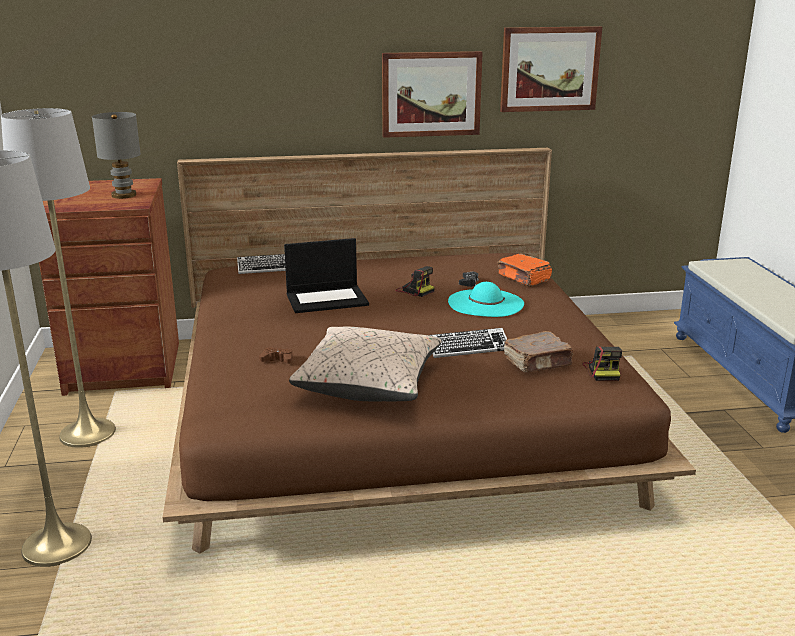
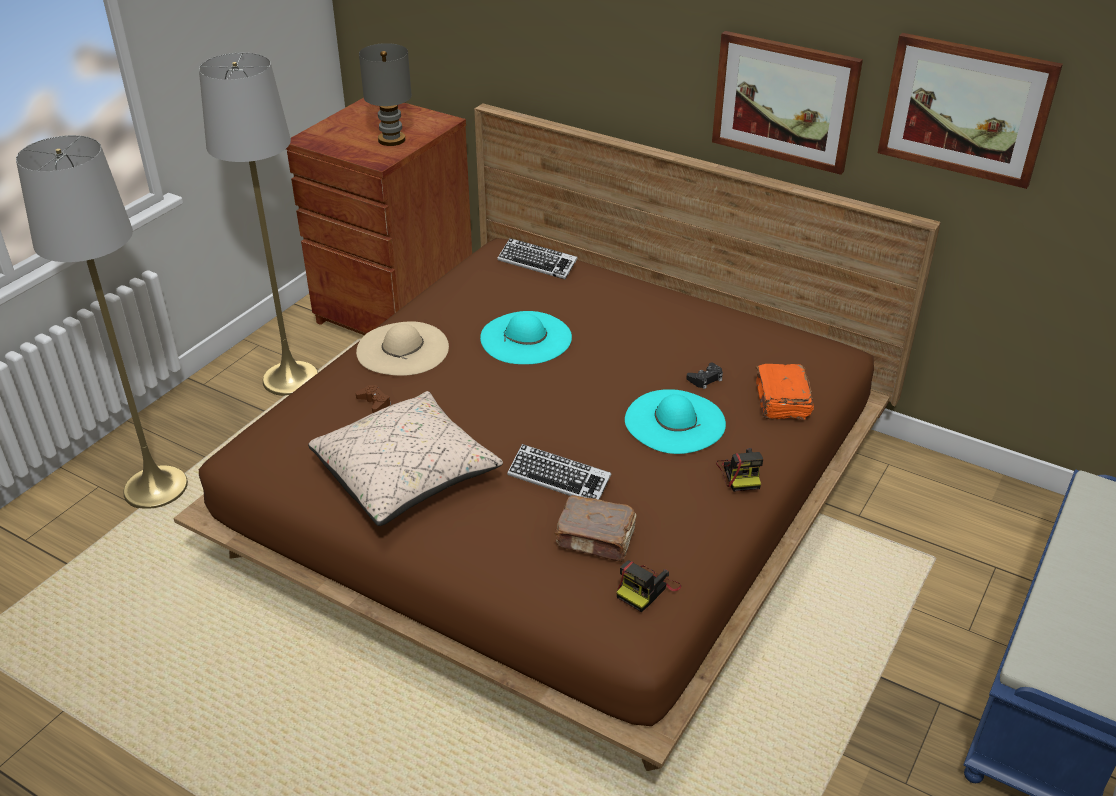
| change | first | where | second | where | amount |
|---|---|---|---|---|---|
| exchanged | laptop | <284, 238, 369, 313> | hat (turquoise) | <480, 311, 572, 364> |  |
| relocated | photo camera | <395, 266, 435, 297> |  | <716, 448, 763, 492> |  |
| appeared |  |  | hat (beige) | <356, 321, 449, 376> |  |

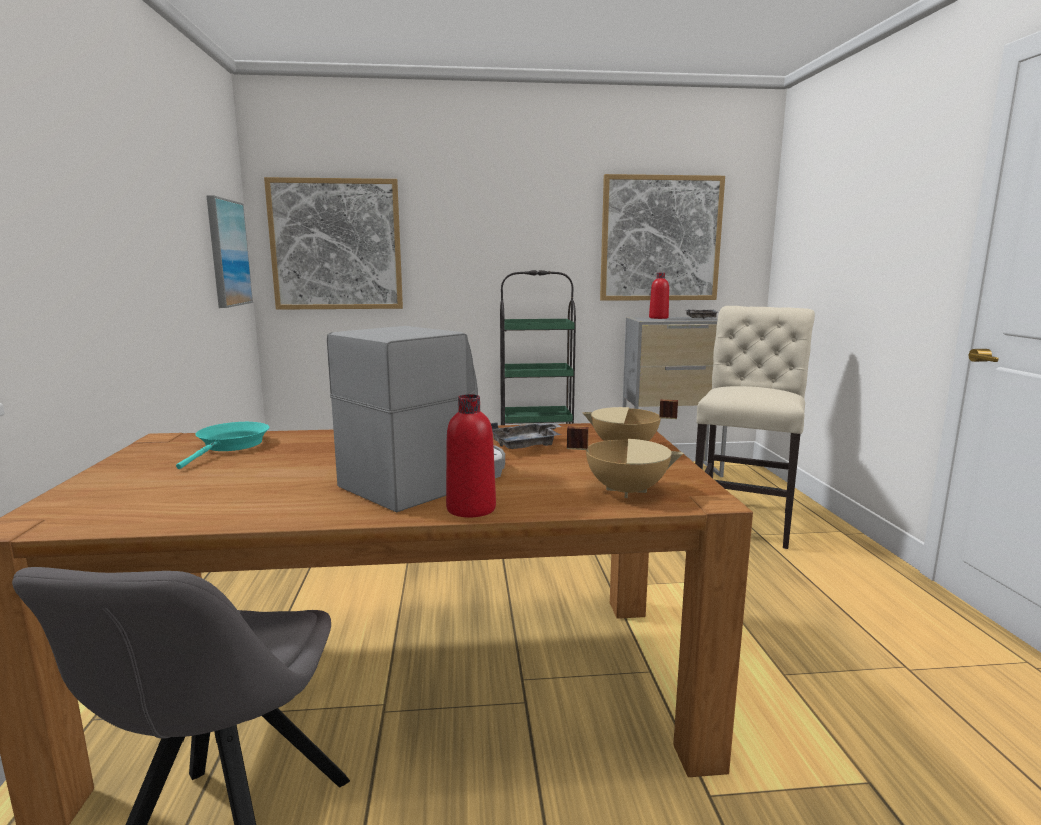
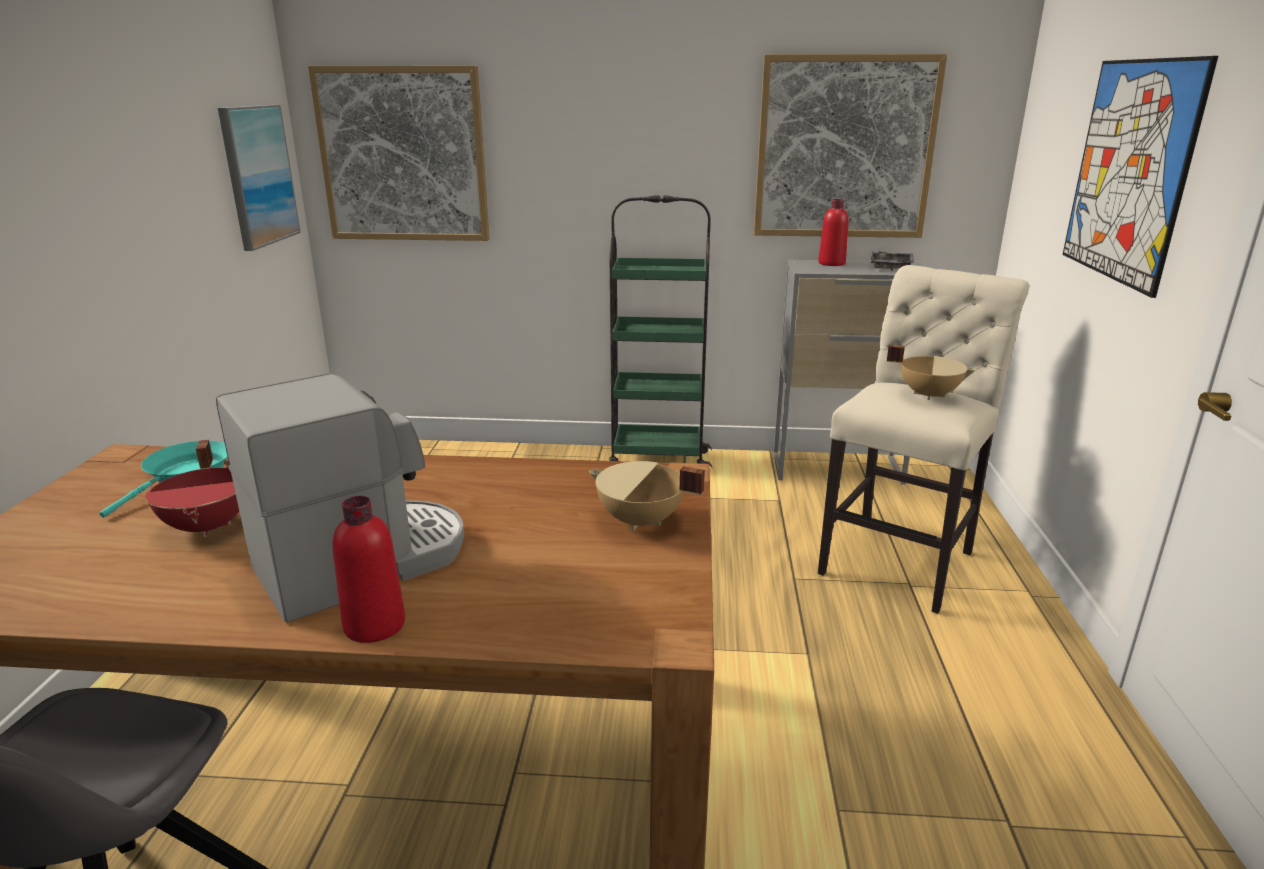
| change | first | where | second | where | amount |
|---|---|---|---|---|---|
| missing | tray (grey) | <491, 422, 562, 449> |  |  |  |
| relocated | cooking pot (beige) | <567, 426, 684, 498> |  | <887, 345, 976, 400> |  |
| appeared |  |  | picture | <1062, 56, 1218, 298> |  |
| appeared |  |  | cooking pot (red) | <145, 440, 239, 538> |  |

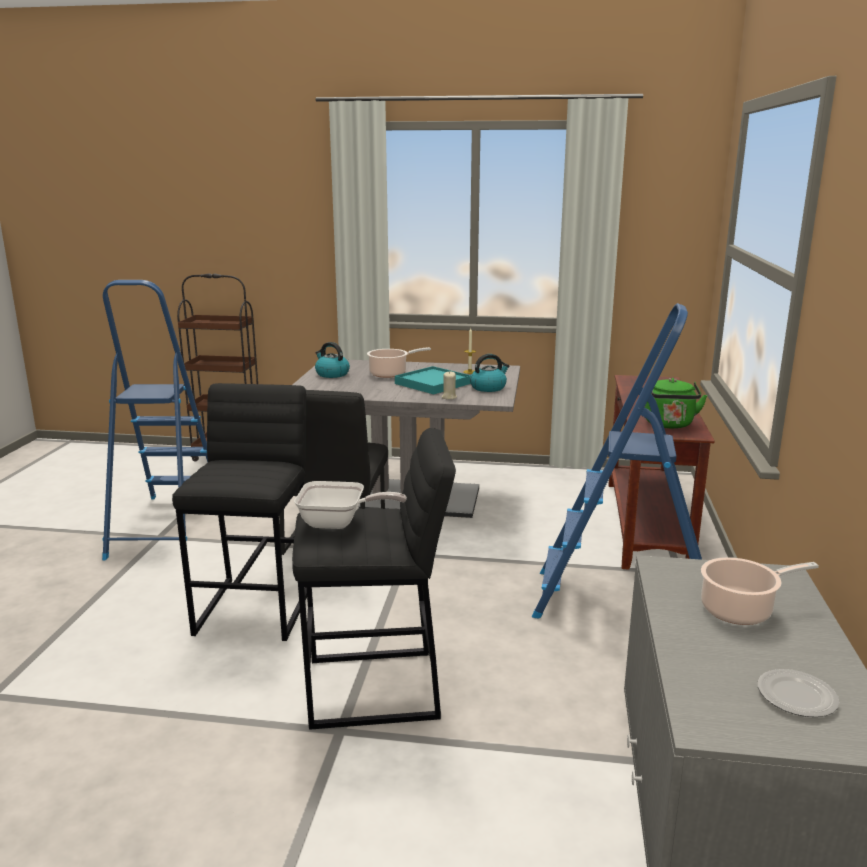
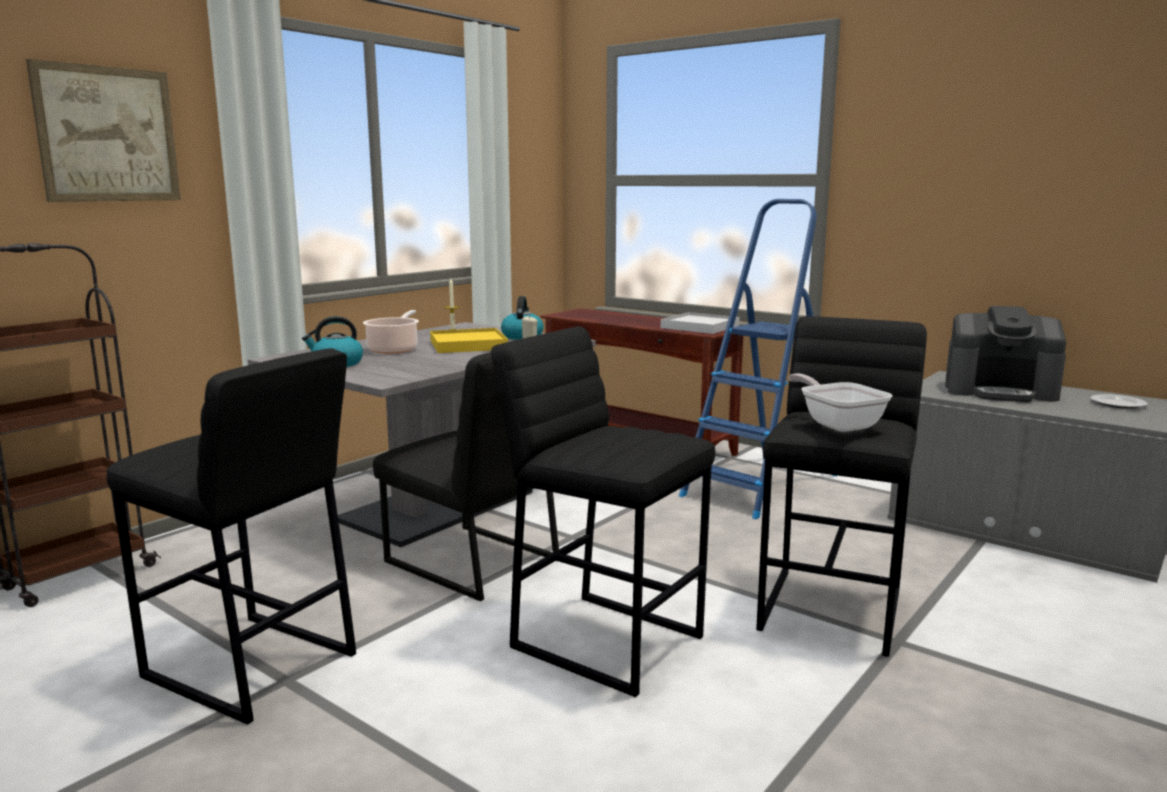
| change | first | where | second | where | amount |
|---|---|---|---|---|---|
| exchanged | step ladder (blue) | <102, 280, 208, 561> | stool (black) | <107, 348, 356, 725> |  |
| colour | tray (turquoise) | <395, 366, 471, 394> | tray (yellow) | <430, 328, 508, 353> |  |
| exchanged | kettle (green) | <645, 378, 707, 429> | tray (white) | <661, 312, 740, 334> |  |
| spun | frying pan | <294, 481, 407, 529> |  | <788, 374, 893, 432> | 60 degrees counterclockwise |
| exchanged | cooking pot | <701, 557, 819, 625> | coffee machine | <945, 306, 1066, 402> |  |
| appeared |  |  | picture | <26, 59, 181, 202> |  |

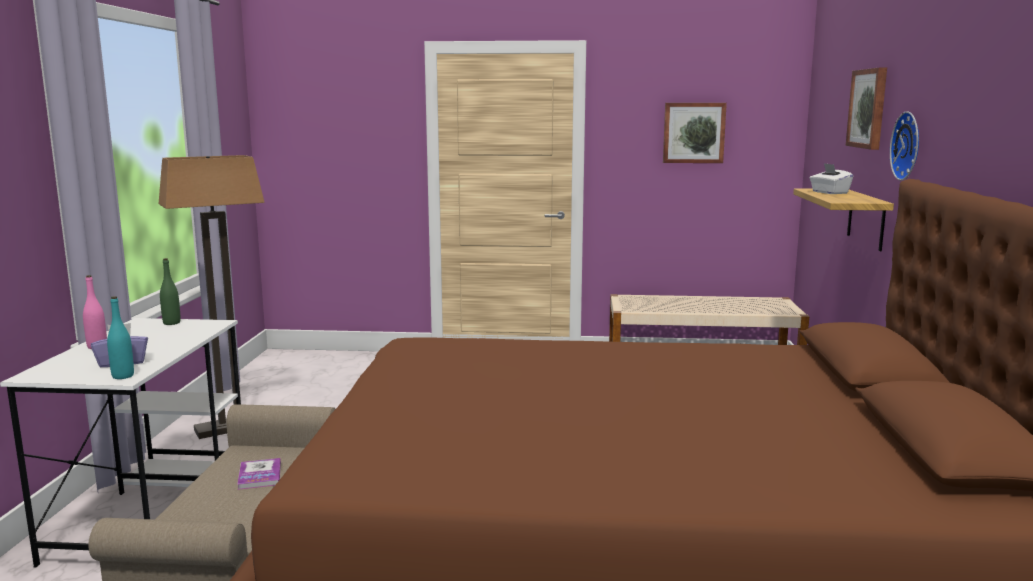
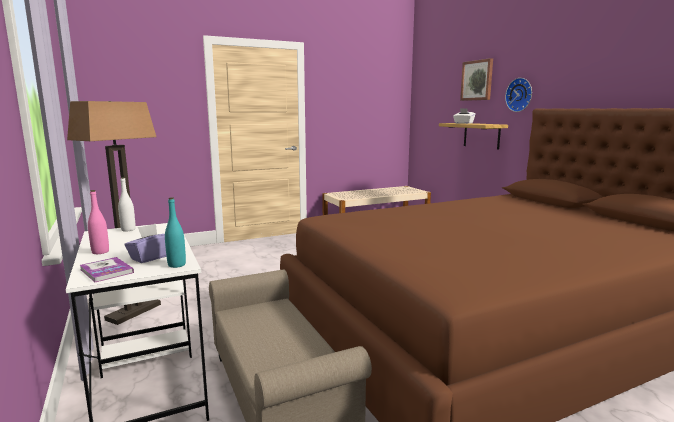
| change | first | where | second | where | amount |
|---|---|---|---|---|---|
| missing | picture | <663, 103, 727, 163> |  |  |  |
| colour | bottle (green) | <160, 258, 181, 325> | bottle (white) | <118, 177, 136, 232> |  |
| relocated | book | <237, 458, 281, 490> |  | <80, 257, 134, 282> |  |

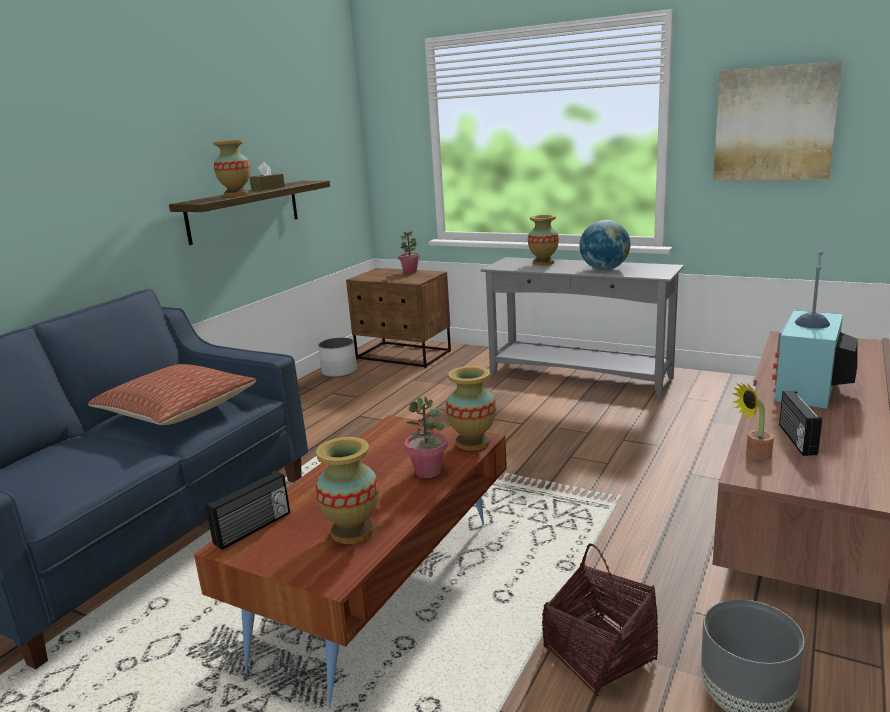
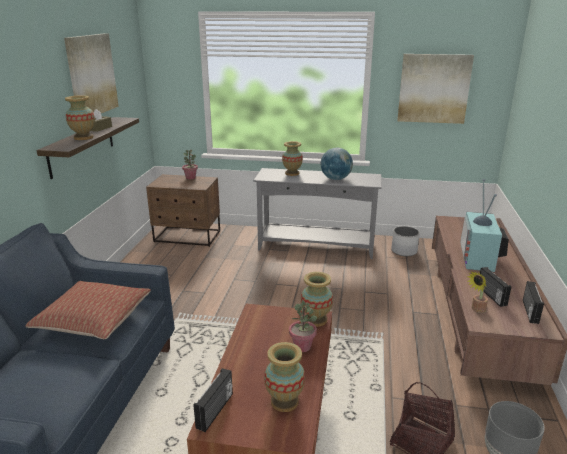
| change | first | where | second | where | amount |
|---|---|---|---|---|---|
| relocated | planter (white) | <318, 338, 357, 378> |  | <391, 226, 420, 256> |  |
| appeared |  |  | picture | <64, 33, 119, 113> |  |
| appeared |  |  | radio | <523, 281, 544, 324> |  |

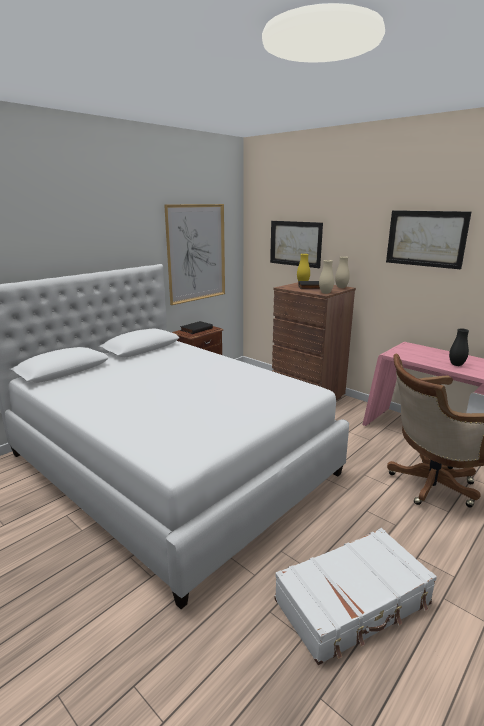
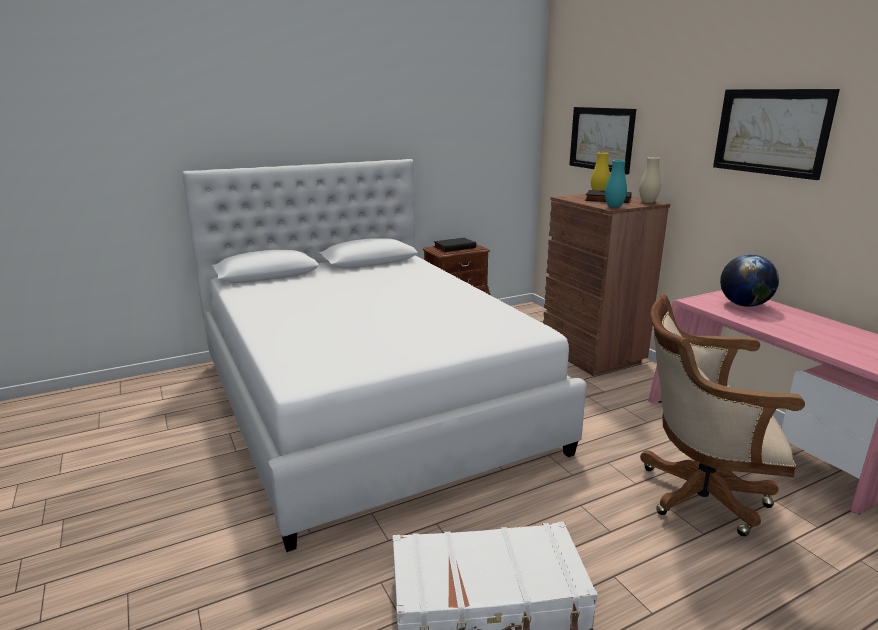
| change | first | where | second | where | amount |
|---|---|---|---|---|---|
| missing | picture | <164, 204, 225, 305> |  |  |  |
| colour | vase (beige) | <319, 260, 334, 294> | vase (turquoise) | <605, 160, 627, 208> |  |
| missing | vase (black) | <449, 329, 469, 366> |  |  |  |
| appeared |  |  | globe | <720, 254, 779, 307> |  |

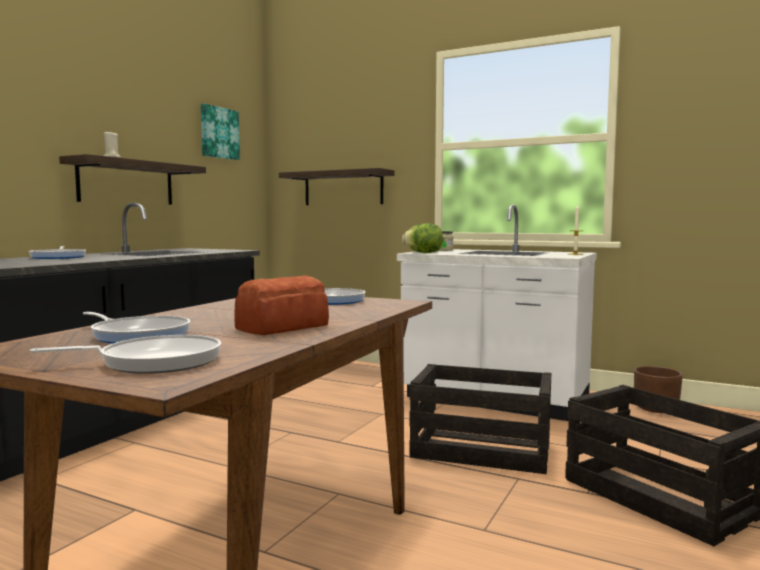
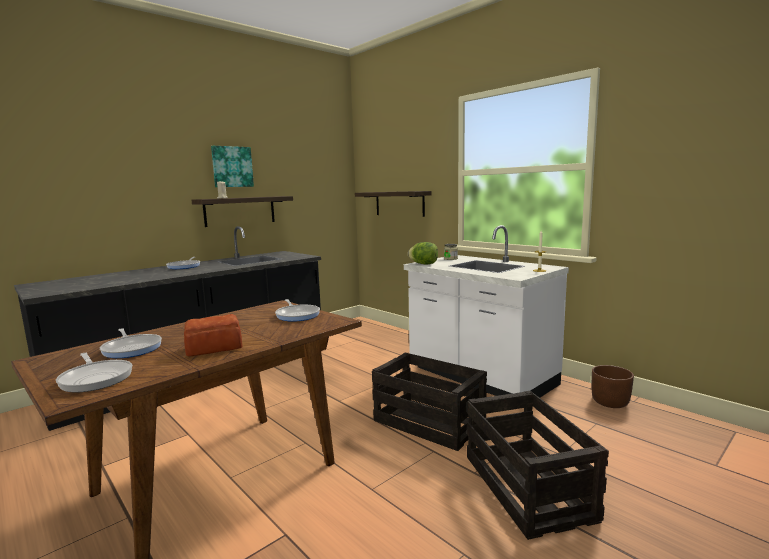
| change | first | where | second | where | amount |
|---|---|---|---|---|---|
| relocated | picture | <201, 103, 240, 160> |  | <211, 146, 254, 187> |  |
| spun | frying pan | <30, 335, 221, 374> |  | <56, 353, 132, 393> | 45 degrees clockwise |

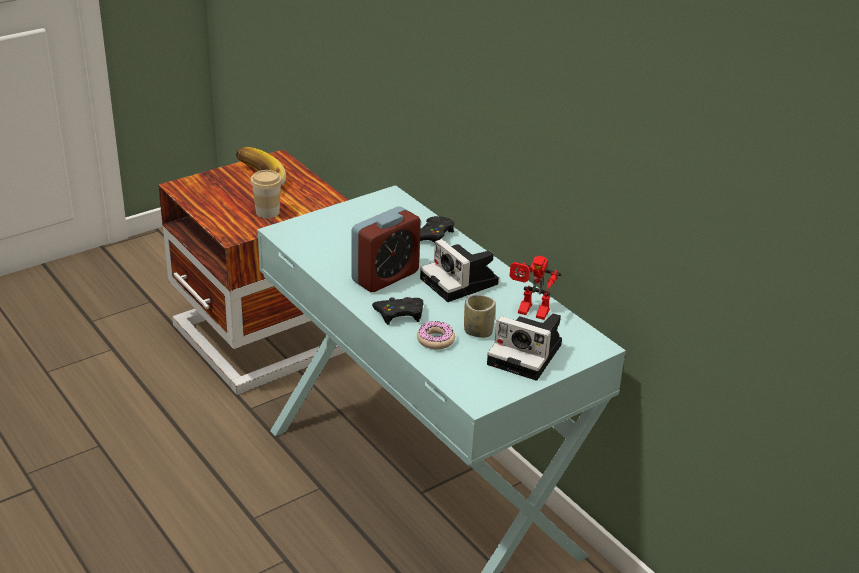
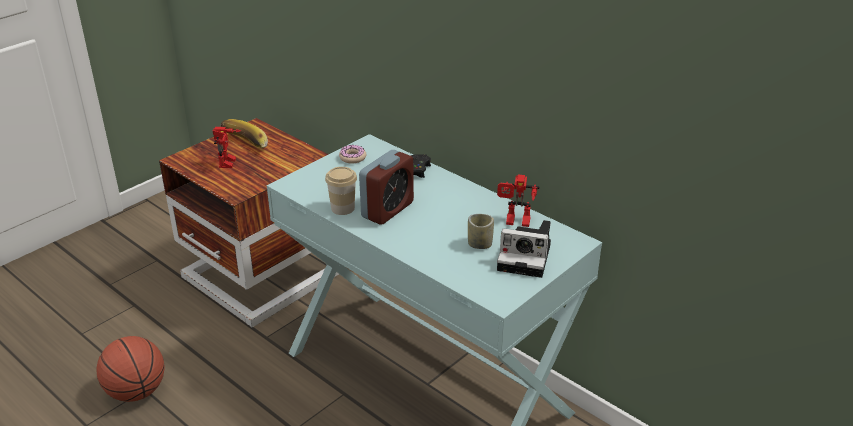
| change | first | where | second | where | amount |
|---|---|---|---|---|---|
| relocated | cup | <250, 170, 282, 218> |  | <325, 167, 357, 215> |  |
| missing | photo camera | <420, 239, 499, 302> |  |  |  |
| missing | game controller (black) | <372, 297, 423, 325> |  |  |  |
| relocated | donut | <417, 321, 455, 349> |  | <339, 145, 366, 164> |  |
| appeared |  |  | toy robot | <213, 127, 241, 168> |  |
| appeared |  |  | basketball | <96, 336, 165, 402> |  |

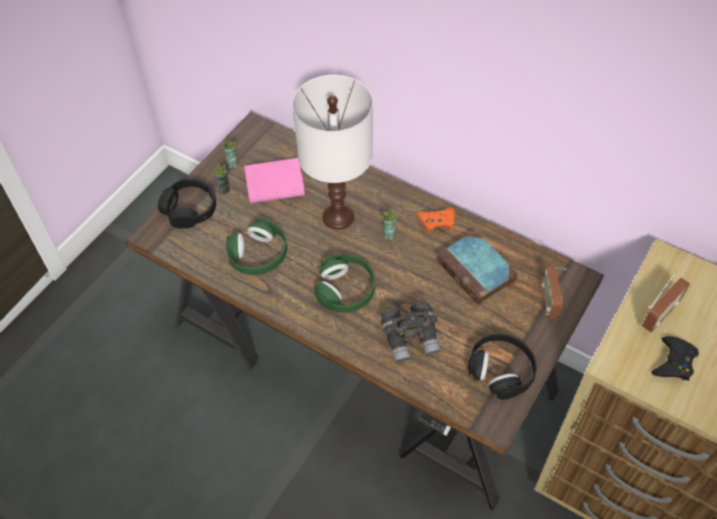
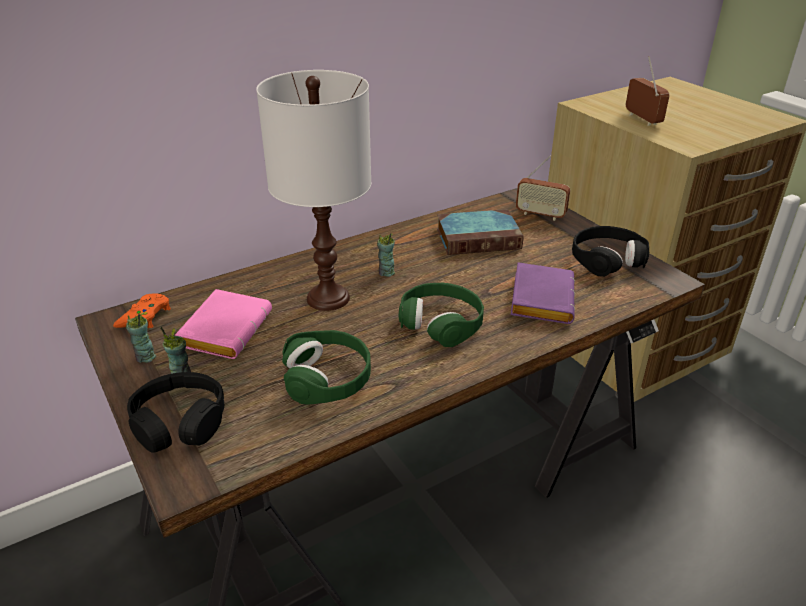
| change | first | where | second | where | amount |
|---|---|---|---|---|---|
| relocated | game controller (orange) | <416, 207, 455, 233> |  | <113, 294, 171, 328> |  |
| exchanged | binoculars (grey) | <381, 302, 440, 362> | book (purple) | <511, 262, 575, 324> |  |
| missing | game controller (black) | <651, 336, 699, 381> |  |  |  |

